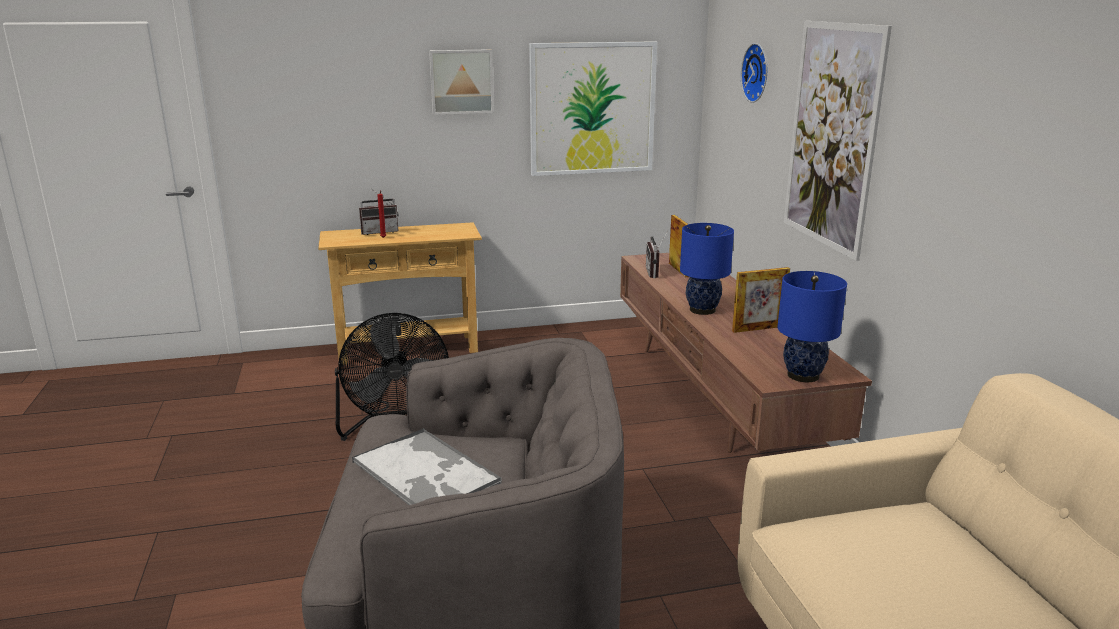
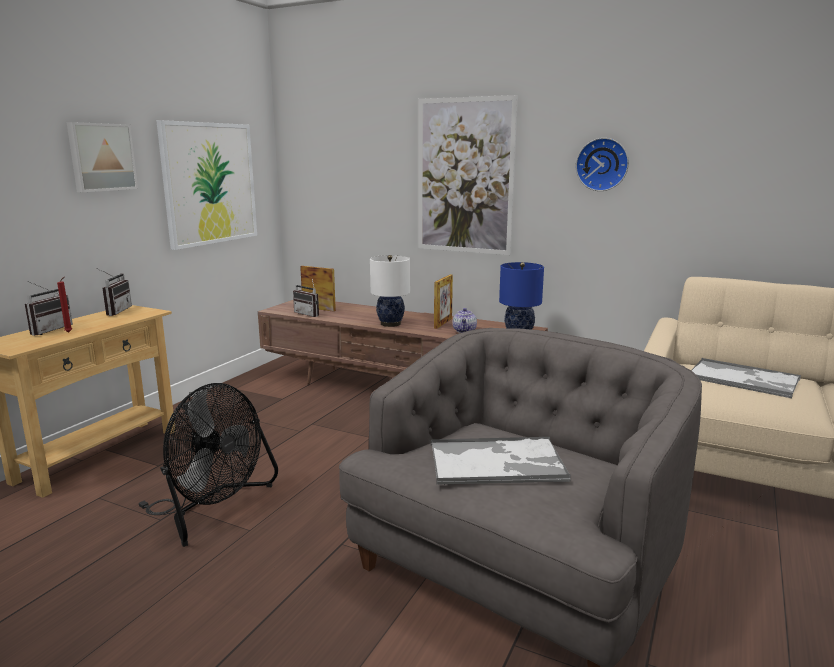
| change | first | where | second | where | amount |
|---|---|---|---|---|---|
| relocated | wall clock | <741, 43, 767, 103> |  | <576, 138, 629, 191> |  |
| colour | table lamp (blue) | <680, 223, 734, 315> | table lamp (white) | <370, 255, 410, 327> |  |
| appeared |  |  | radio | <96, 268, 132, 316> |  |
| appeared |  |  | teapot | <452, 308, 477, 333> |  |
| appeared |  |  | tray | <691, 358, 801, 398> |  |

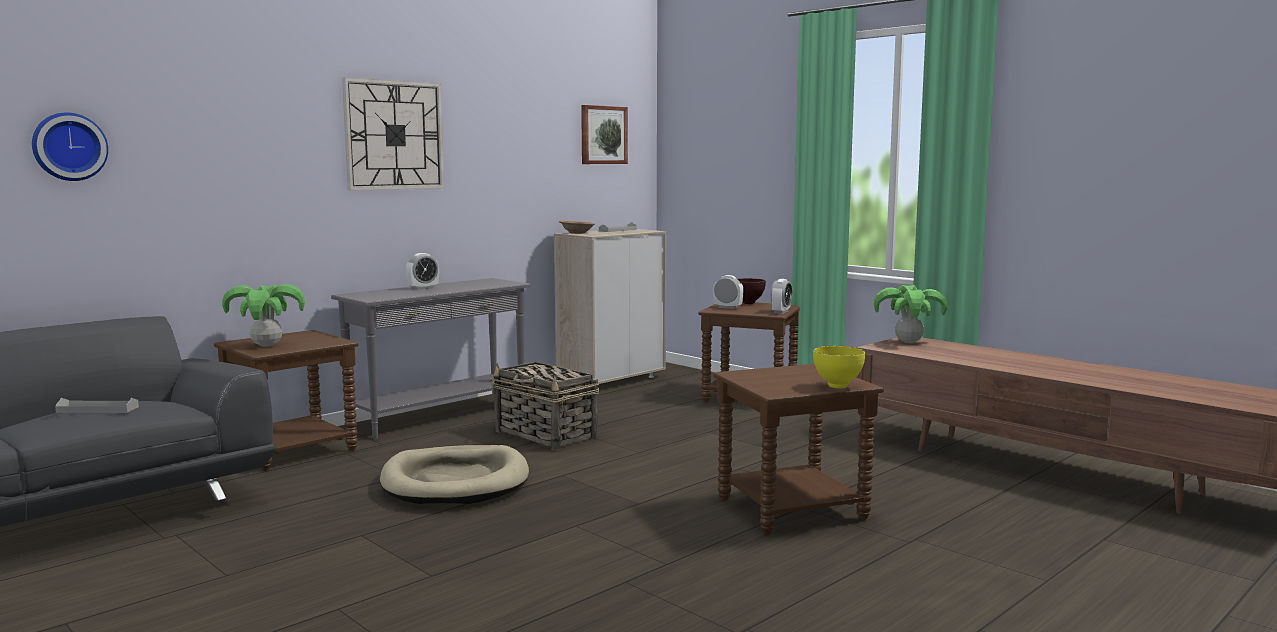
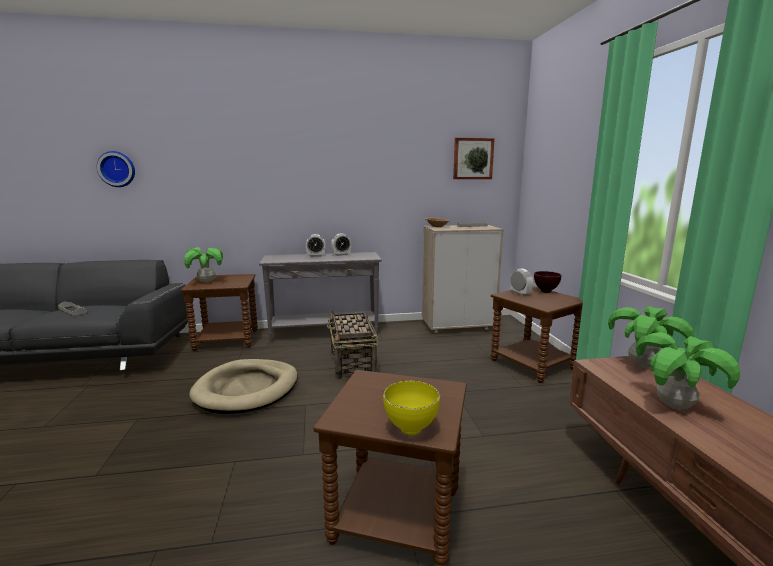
| change | first | where | second | where | amount |
|---|---|---|---|---|---|
| missing | wall clock | <342, 78, 445, 191> |  |  |  |
| relocated | alarm clock | <771, 279, 793, 314> |  | <331, 233, 351, 256> |  |
| appeared |  |  | potted plant | <636, 332, 740, 410> |  |

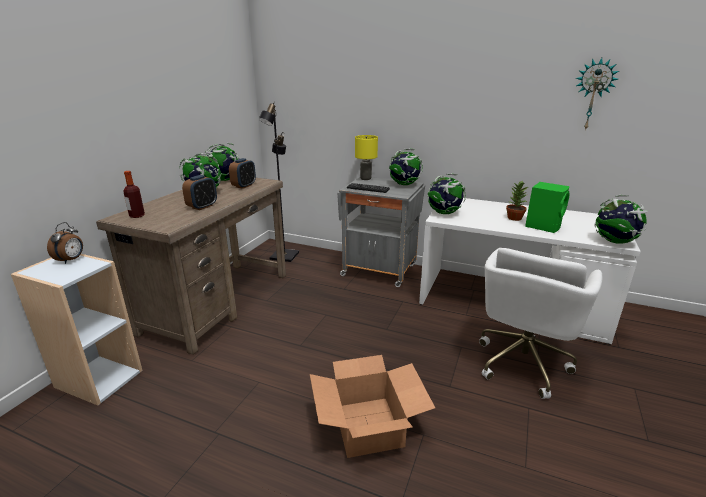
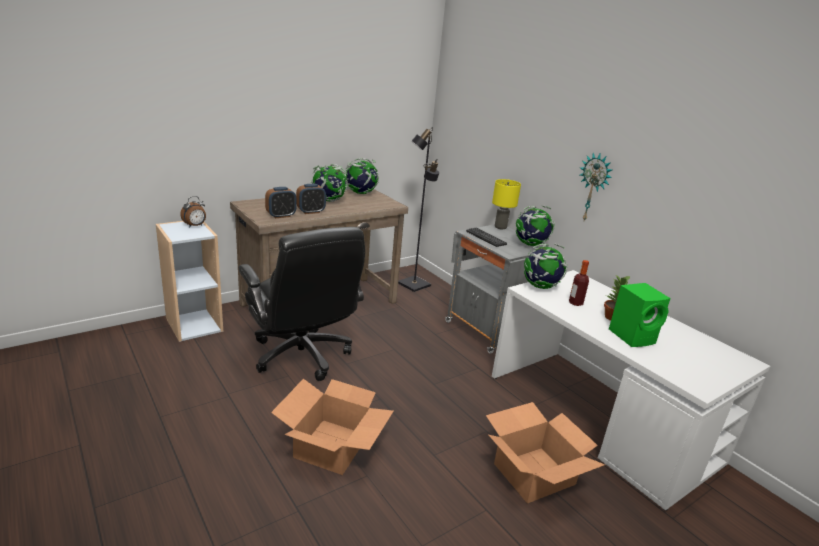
| change | first | where | second | where | amount |
|---|---|---|---|---|---|
| relocated | wall clock | <576, 58, 619, 131> |  | <580, 153, 612, 221> |  |
| relocated | alarm clock | <229, 158, 256, 189> |  | <265, 187, 296, 219> |  |
| relocated | bottle | <124, 171, 145, 218> |  | <569, 260, 589, 306> |  |
| missing | globe | <595, 195, 648, 244> |  |  |  |
| exchanged | office chair (white) | <479, 248, 602, 399> | cardboard box | <486, 402, 605, 504> |  |
| appeared |  |  | office chair (black) | <239, 227, 365, 381> |  |

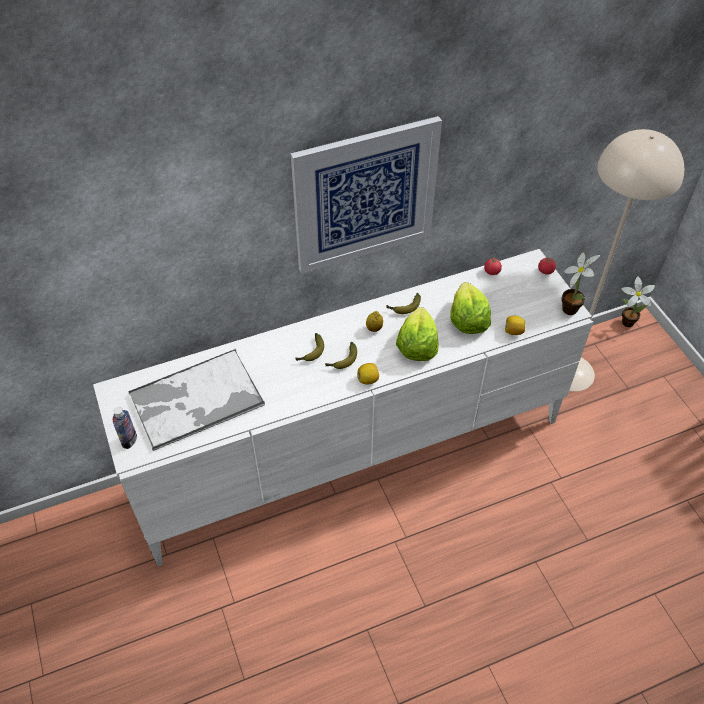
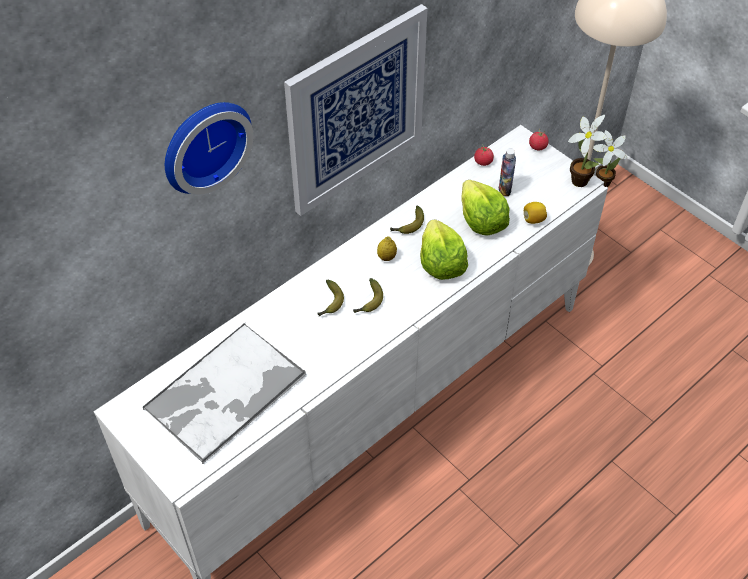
| change | first | where | second | where | amount |
|---|---|---|---|---|---|
| missing | lemon | <357, 363, 379, 384> |  |  |  |
| relocated | bottle | <113, 407, 137, 449> |  | <499, 148, 516, 196> |  |
| appeared |  |  | wall clock | <165, 102, 253, 195> |  |

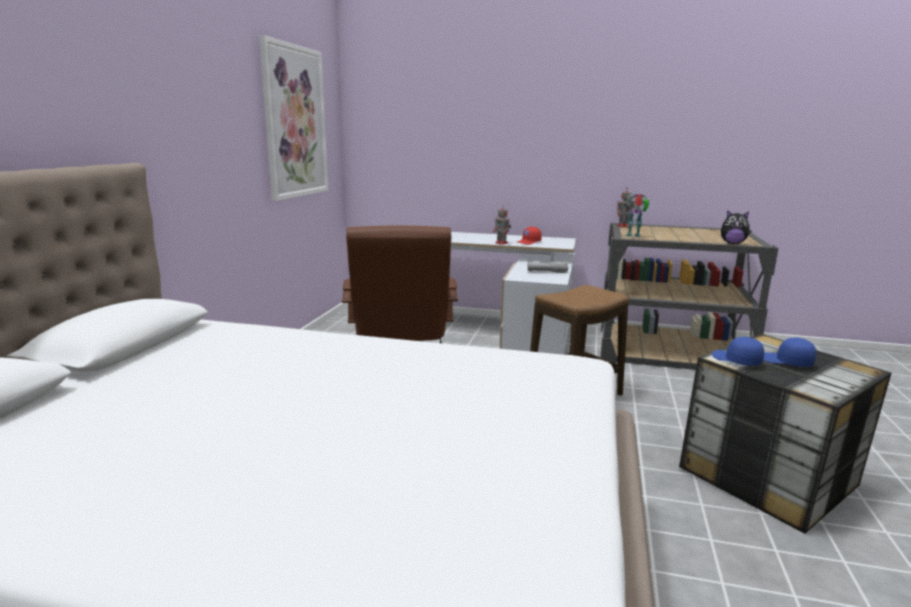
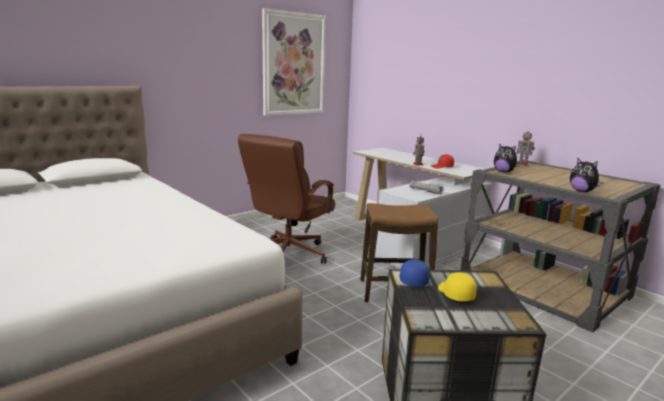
| change | first | where | second | where | amount |
|---|---|---|---|---|---|
| exchanged | toy robot | <625, 194, 649, 237> | plush toy | <494, 143, 521, 172> |  |
| colour | cap (blue) | <763, 338, 816, 367> | cap (yellow) | <438, 272, 477, 301> |  |

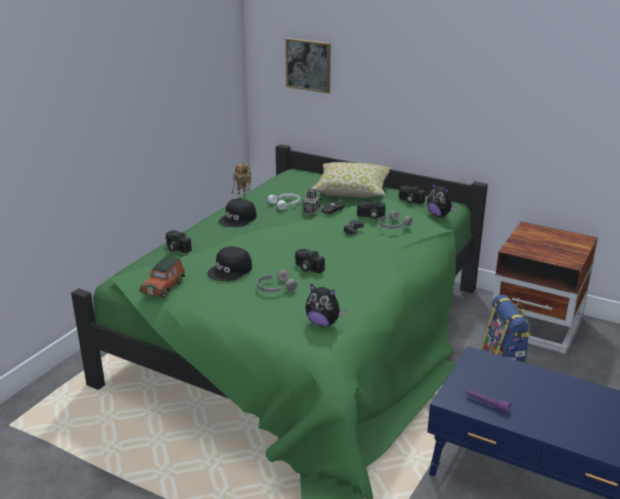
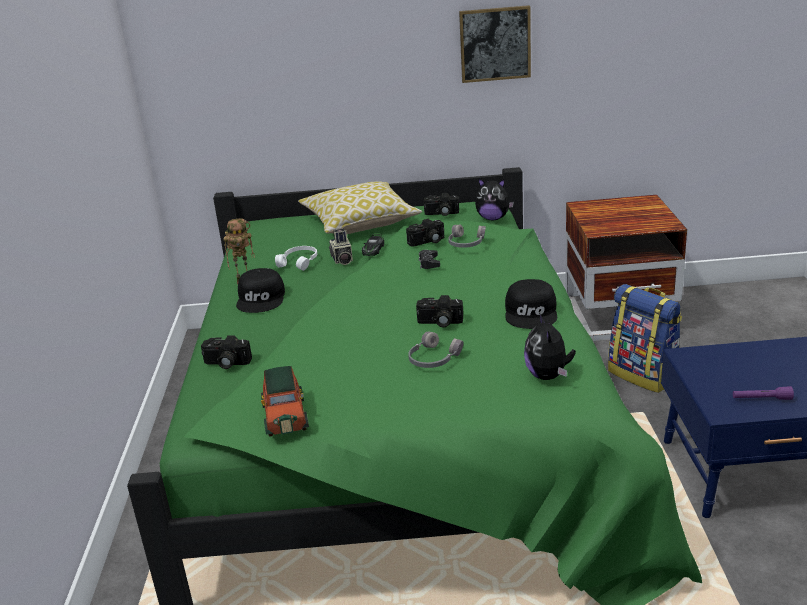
| change | first | where | second | where | amount |
|---|---|---|---|---|---|
| relocated | picture | <286, 38, 330, 93> |  | <459, 5, 531, 83> |  |
| relocated | cap (black) | <207, 246, 252, 281> |  | <505, 279, 557, 329> |  |
| spun | plush toy | <305, 283, 345, 326> |  | <524, 313, 576, 380> | 90 degrees clockwise |

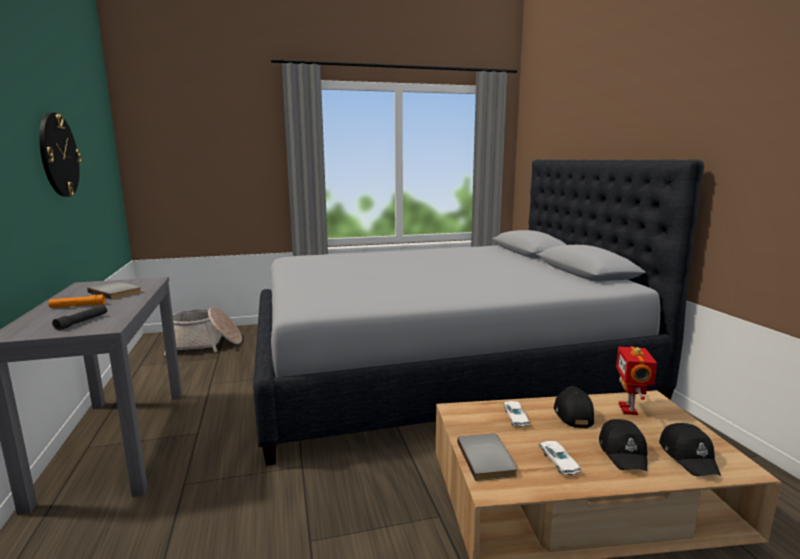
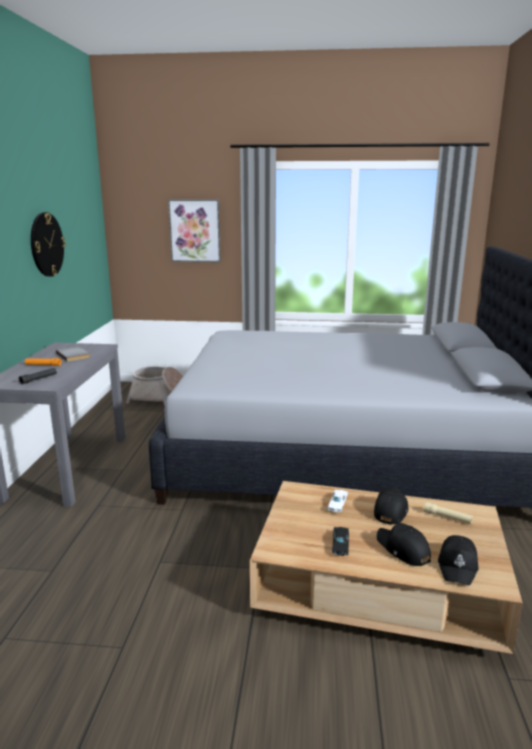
| change | first | where | second | where | amount |
|---|---|---|---|---|---|
| exchanged | toy robot | <616, 346, 657, 415> | flashlight (beige) | <424, 502, 473, 524> |  |
| spun | cap (black) | <599, 419, 647, 471> |  | <377, 523, 431, 566> | 120 degrees clockwise |
| missing | book (grey) | <457, 434, 518, 481> |  |  |  |
| colour | toy car (white) | <539, 441, 581, 475> | toy car (black) | <332, 527, 349, 556> |  |
| appeared |  |  | picture | <168, 199, 221, 262> |  |

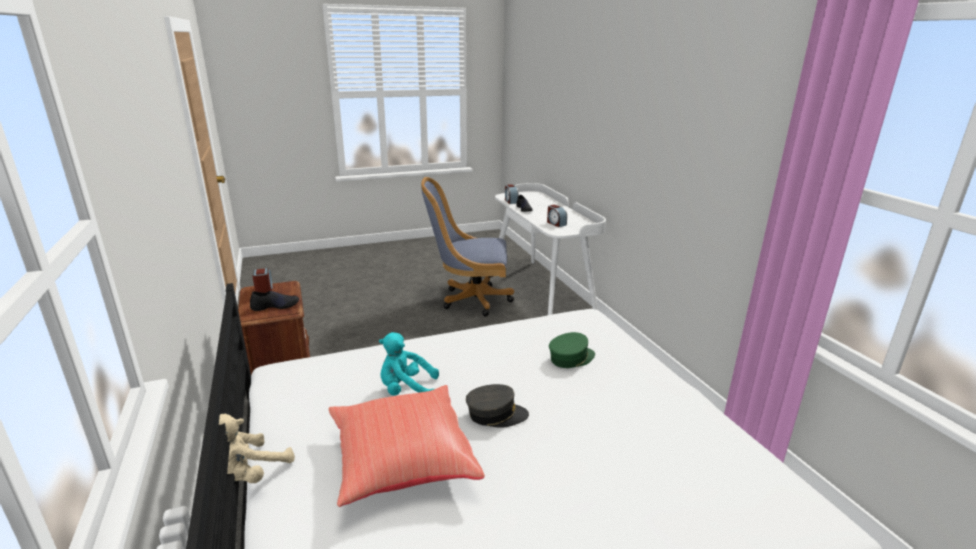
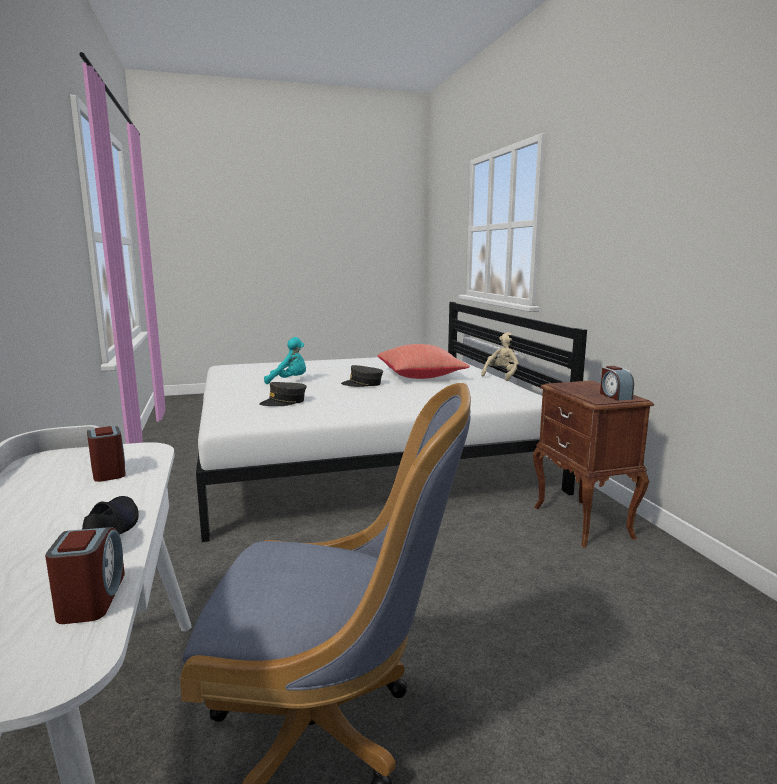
| change | first | where | second | where | amount |
|---|---|---|---|---|---|
| missing | shoe (black) | <250, 291, 299, 311> |  |  |  |
| relocated | plush toy (turquoise) | <379, 332, 439, 396> |  | <264, 337, 306, 384> |  |
| colour | cap (green) | <549, 332, 595, 368> | cap (grey) | <259, 382, 306, 406> |  |

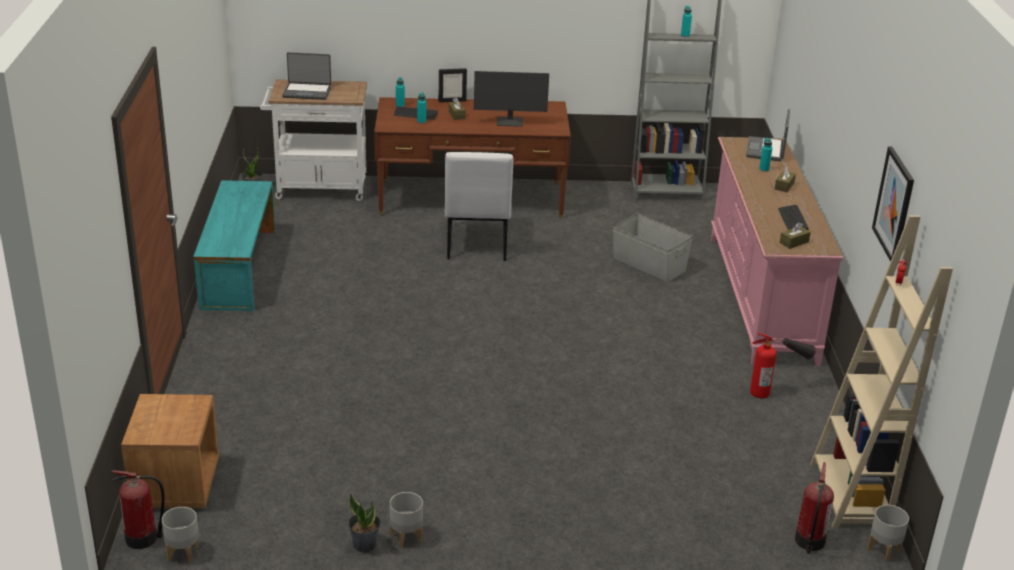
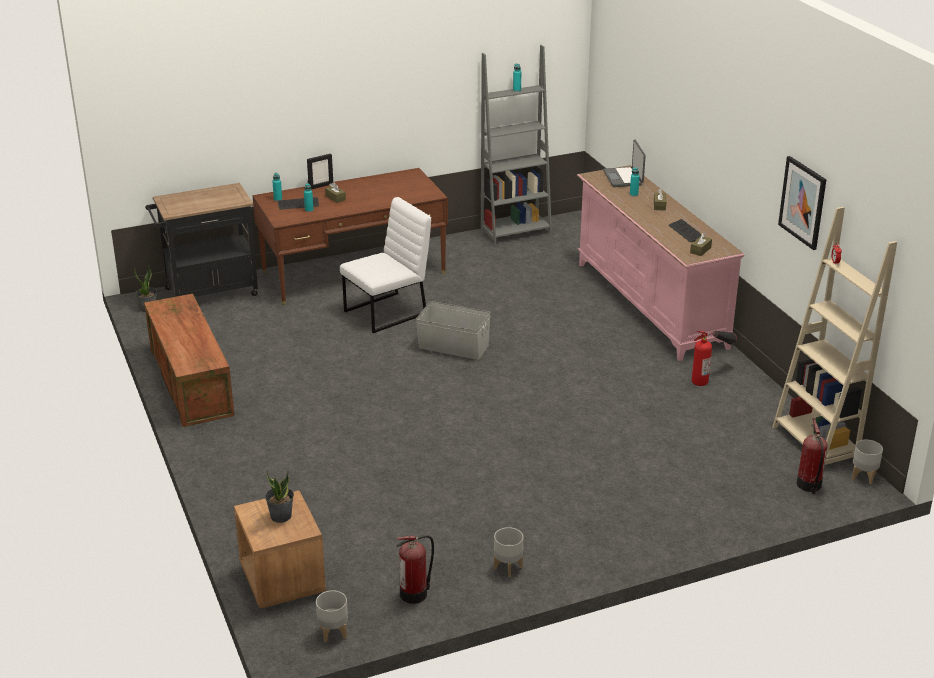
| change | first | where | second | where | amount |
|---|---|---|---|---|---|
| missing | laptop | <282, 52, 331, 100> |  |  |  |
| missing | monitor | <474, 71, 549, 127> |  |  |  |
| colour | cart (white) | <260, 80, 367, 201> | cart (black) | <145, 183, 258, 297> |  |
| spun | chair (white) | <445, 152, 513, 261> |  | <340, 197, 431, 333> | 105 degrees counterclockwise |
| colour | bench (turquoise) | <193, 180, 275, 311> | bench (brown) | <144, 294, 234, 427> |  |
| relocated | storage box (grey) | <613, 213, 693, 282> |  | <416, 301, 491, 360> |  |
| relocated | fire extinguisher | <112, 470, 165, 549> |  | <397, 535, 434, 604> |  |
| relocated | potted plant | <348, 494, 380, 553> |  | <265, 471, 294, 523> |  |

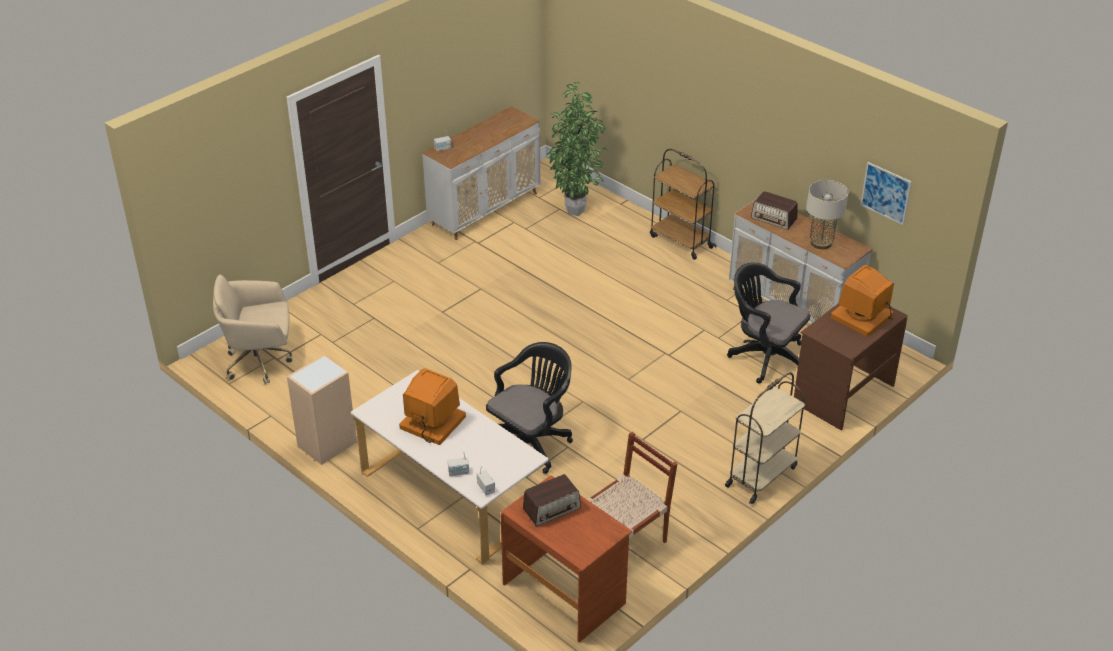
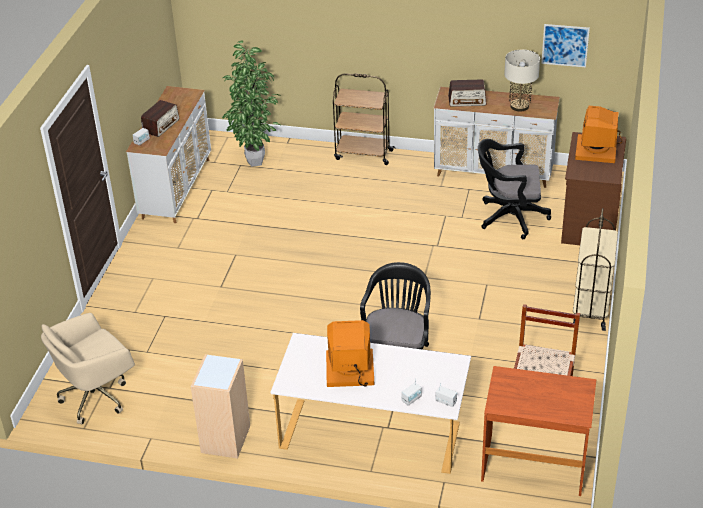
| change | first | where | second | where | amount |
|---|---|---|---|---|---|
| relocated | radio | <523, 474, 581, 526> |  | <141, 100, 179, 137> |  |

